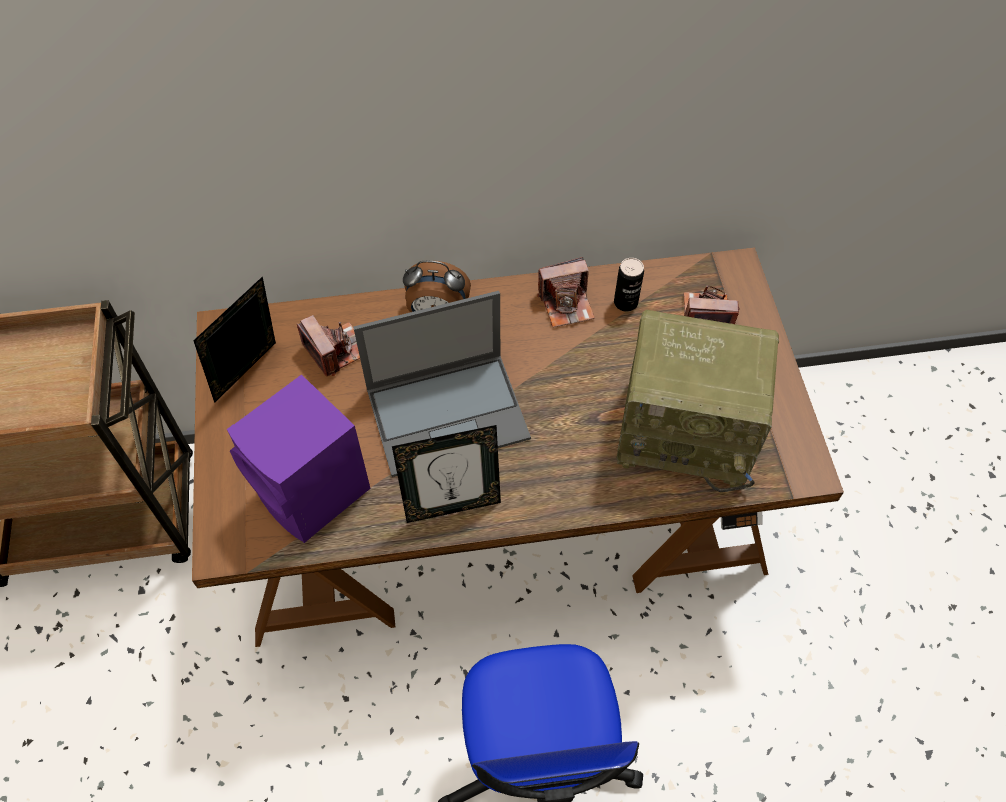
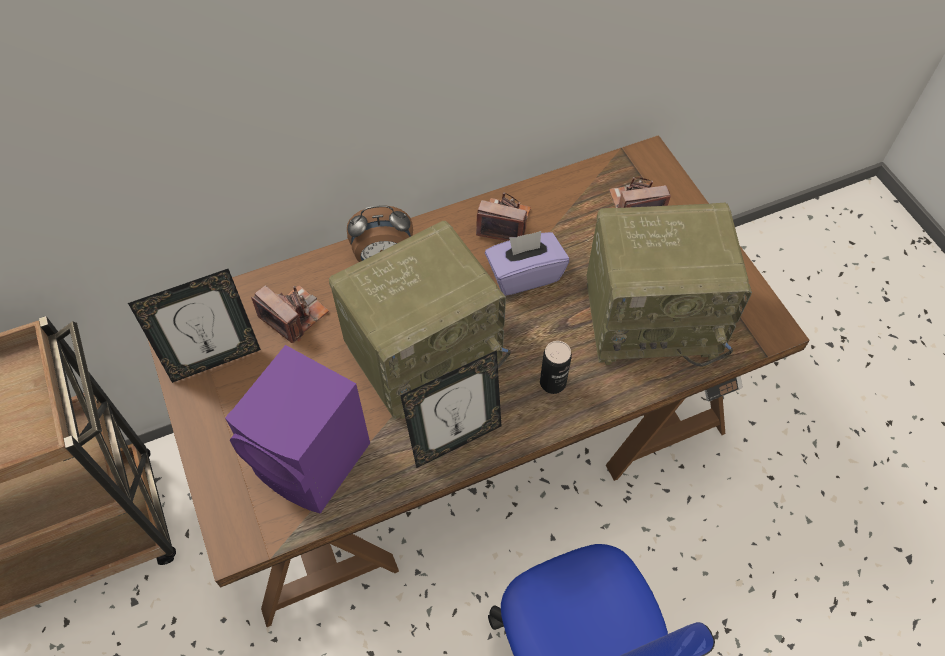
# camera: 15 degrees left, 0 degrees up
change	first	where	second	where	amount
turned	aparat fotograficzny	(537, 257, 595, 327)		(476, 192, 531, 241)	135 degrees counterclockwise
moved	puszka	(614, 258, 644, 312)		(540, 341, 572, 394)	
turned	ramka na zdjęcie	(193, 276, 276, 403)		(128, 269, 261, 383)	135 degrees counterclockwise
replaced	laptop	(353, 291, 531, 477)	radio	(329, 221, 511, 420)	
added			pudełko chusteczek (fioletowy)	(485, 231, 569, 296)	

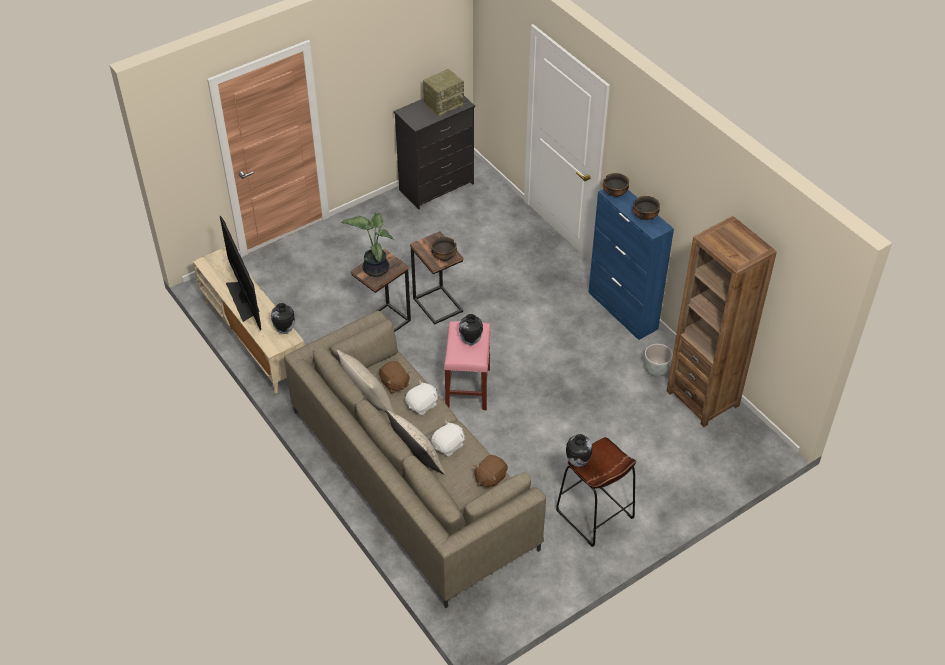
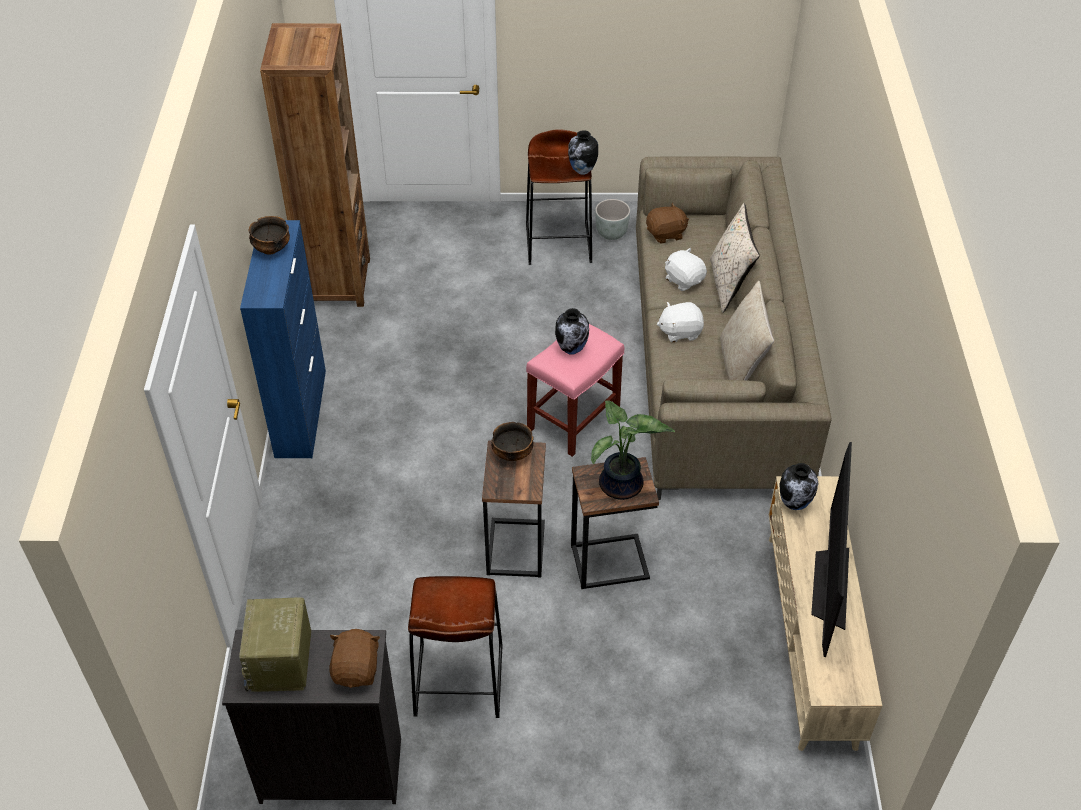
# camera: 145 degrees left, 0 degrees up
change	first	where	second	where	amount
turned	radio	(423, 69, 466, 117)		(239, 597, 311, 692)	90 degrees counterclockwise
removed	miska	(603, 173, 629, 197)			
moved	donica (szary)	(644, 344, 673, 377)		(595, 199, 630, 240)	
moved	pluszak (brązowy)	(379, 361, 410, 394)		(329, 629, 380, 688)	
turned	pluszak (biały)	(431, 421, 465, 456)		(665, 248, 707, 291)	60 degrees clockwise
added			stołek (brązowy)	(408, 576, 503, 718)	

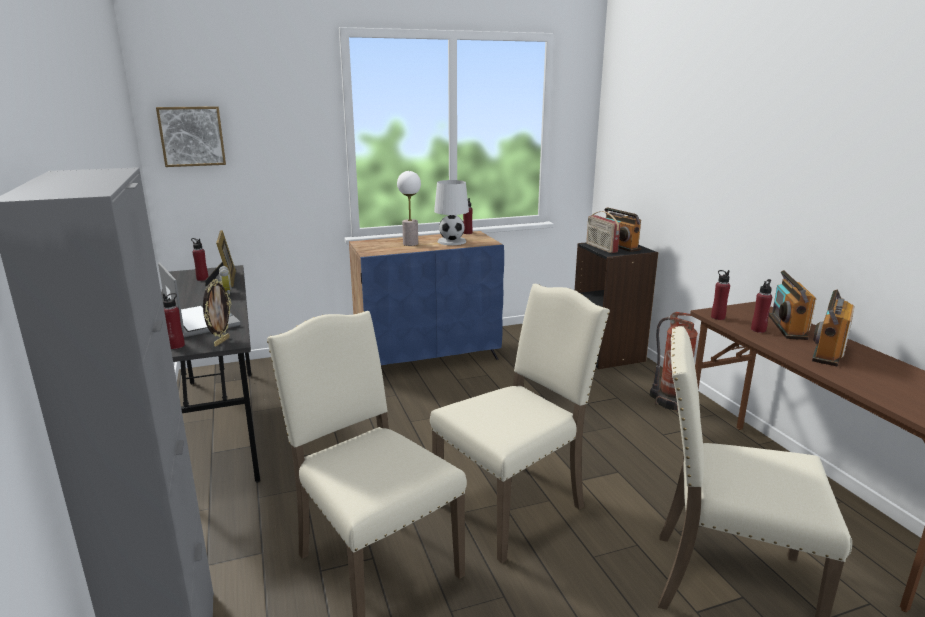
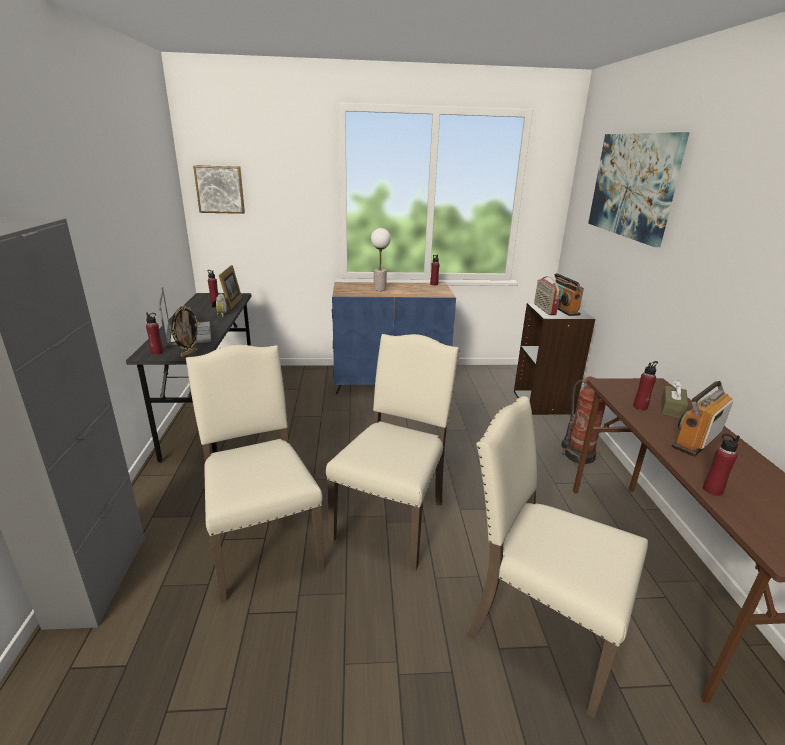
# camera: 15 degrees right, 5 degrees up
change	first	where	second	where	amount
removed	lampa stołowa (biały)	(434, 180, 469, 245)			
moved	butelka (czerwony)	(711, 270, 730, 320)		(703, 434, 740, 496)	
replaced	radio	(769, 270, 816, 340)	pudełko chusteczek (brązowy)	(661, 380, 688, 418)	
turned	krzesło (beżowy)	(430, 284, 610, 563)		(326, 334, 460, 571)	45 degrees counterclockwise
added			obraz	(588, 132, 690, 247)	

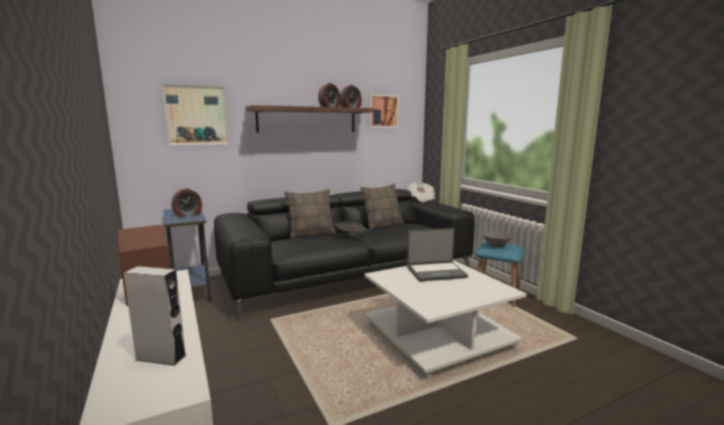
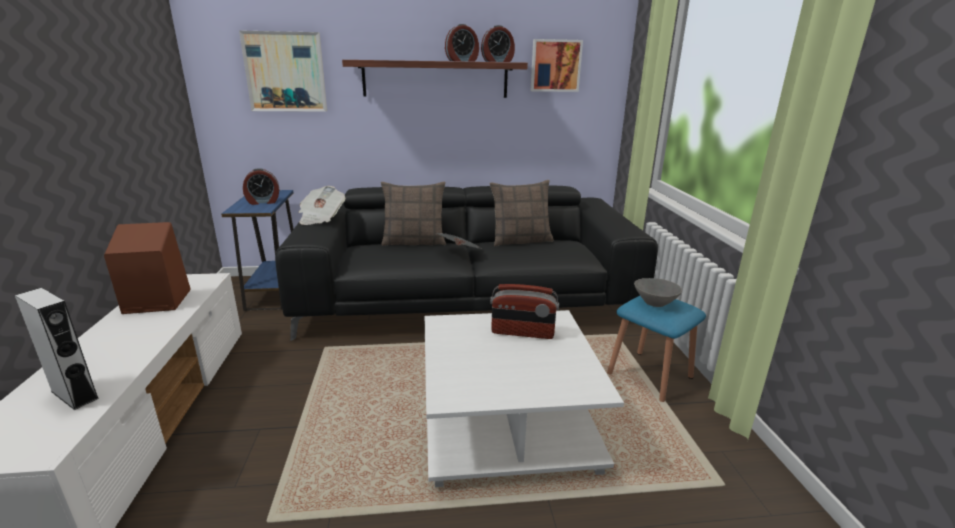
# camera: 20 degrees right, 10 degrees up
change	first	where	second	where	amount
moved	gazeta	(409, 181, 435, 202)		(299, 186, 345, 225)	
replaced	laptop	(407, 228, 468, 281)	radio	(490, 284, 559, 339)	

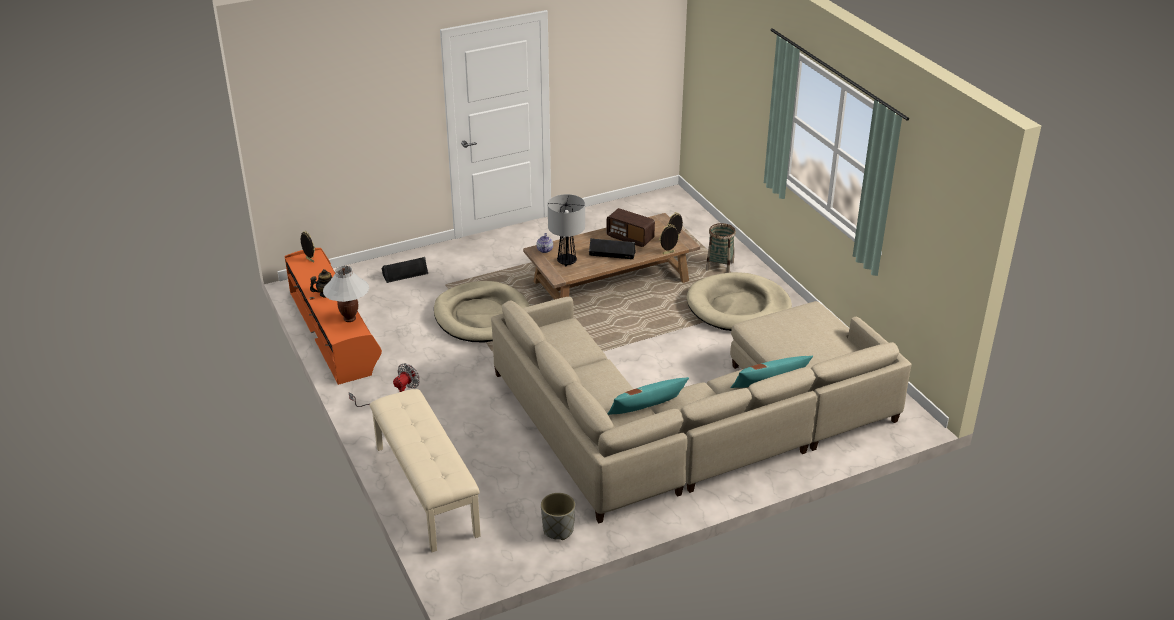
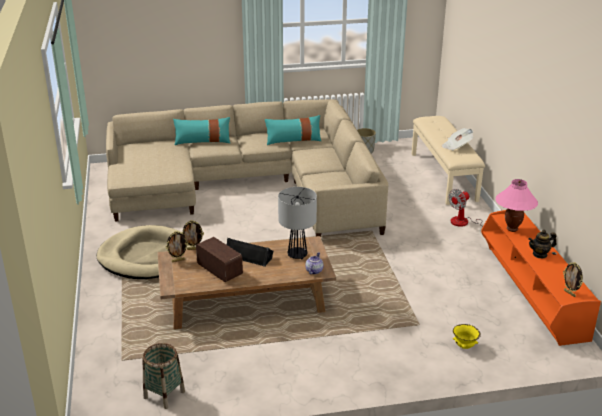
# camera: 165 degrees left, 5 degrees down
change	first	where	second	where	amount
moved	koszyk	(706, 223, 736, 273)		(143, 343, 185, 409)	
replaced	głośnik (czarny)	(381, 257, 428, 283)	miska (żółty)	(453, 324, 481, 349)	
recoloured	lampa stołowa (biały)	(323, 266, 369, 322)	lampa stołowa (różowy)	(495, 179, 538, 232)	
removed	legowisko (beżowy)	(434, 281, 530, 343)			
added			gazeta	(441, 128, 474, 151)	

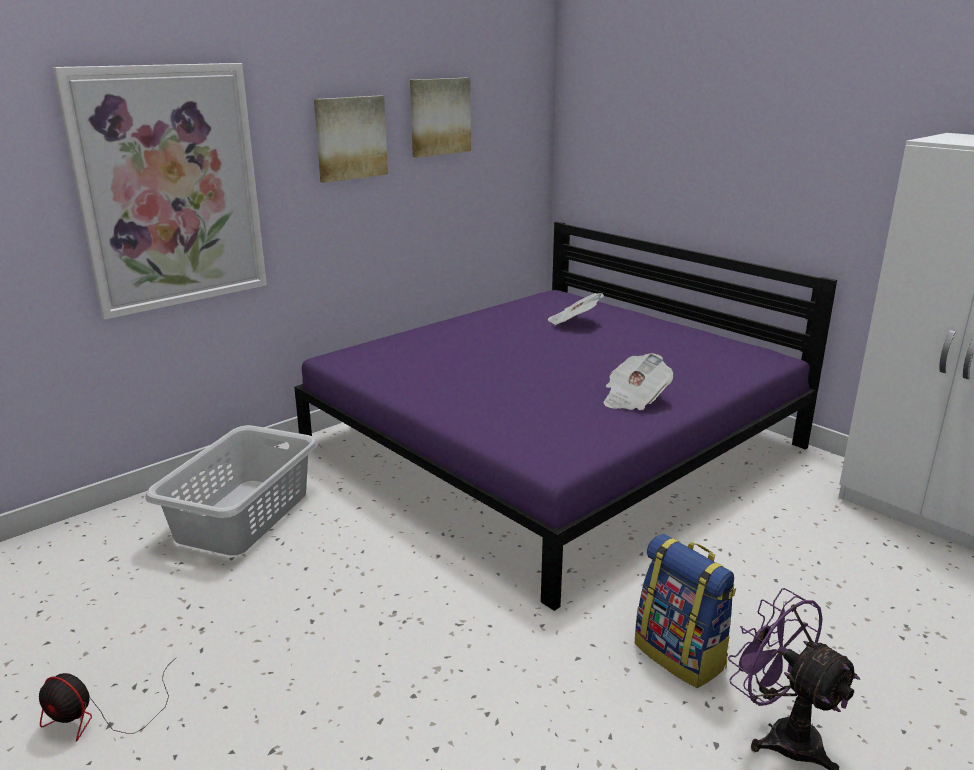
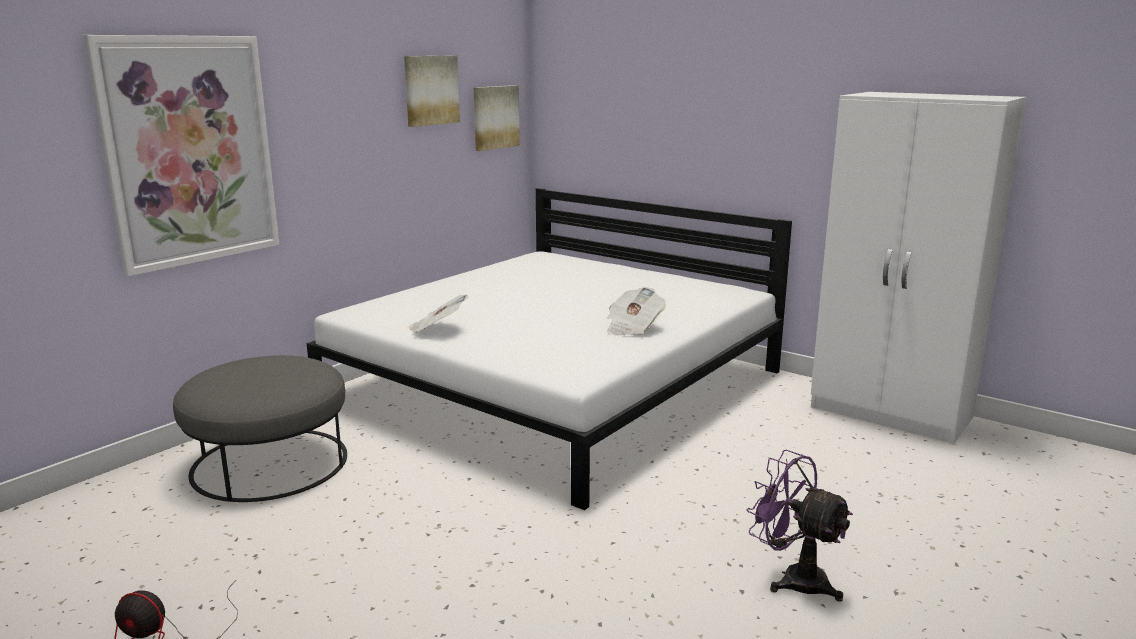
# camera: 10 degrees left, 5 degrees down
change	first	where	second	where	amount
moved	obraz	(314, 95, 388, 183)		(474, 85, 520, 151)	
recoloured	łóżko (fioletowy)	(294, 222, 837, 611)	łóżko (biały)	(306, 188, 792, 510)	
moved	gazeta	(548, 293, 604, 325)		(409, 295, 468, 334)	
replaced	kosz na pranie (szary)	(145, 425, 318, 556)	pufa (szary)	(173, 355, 347, 502)	
removed	plecak	(634, 534, 736, 688)			

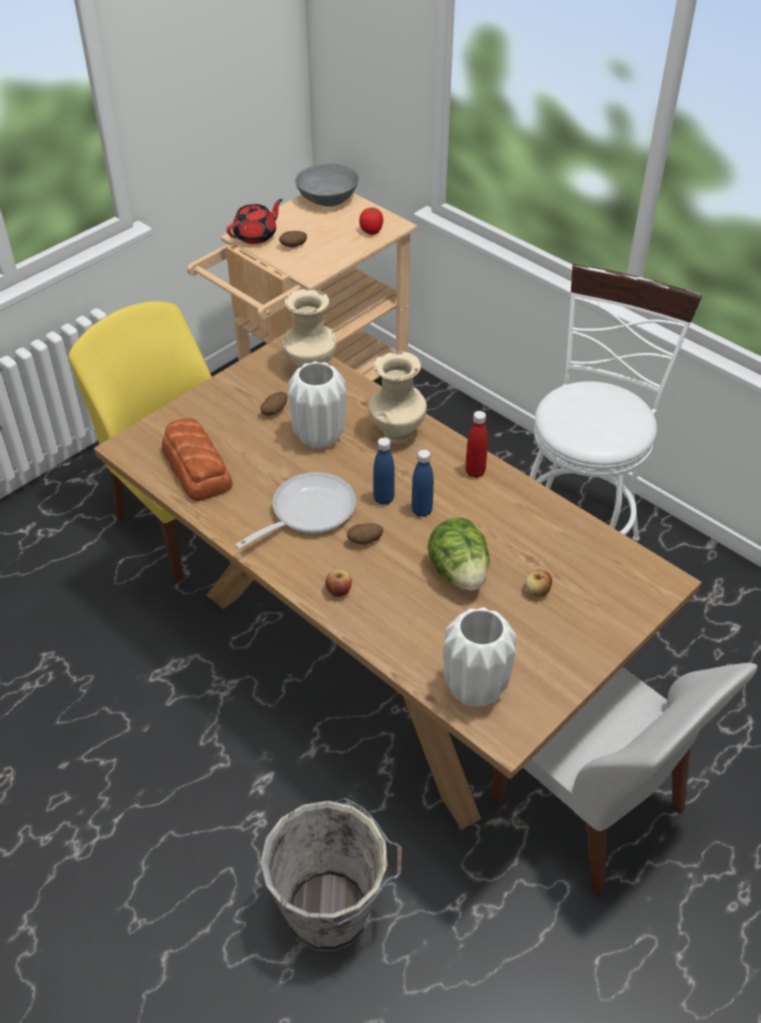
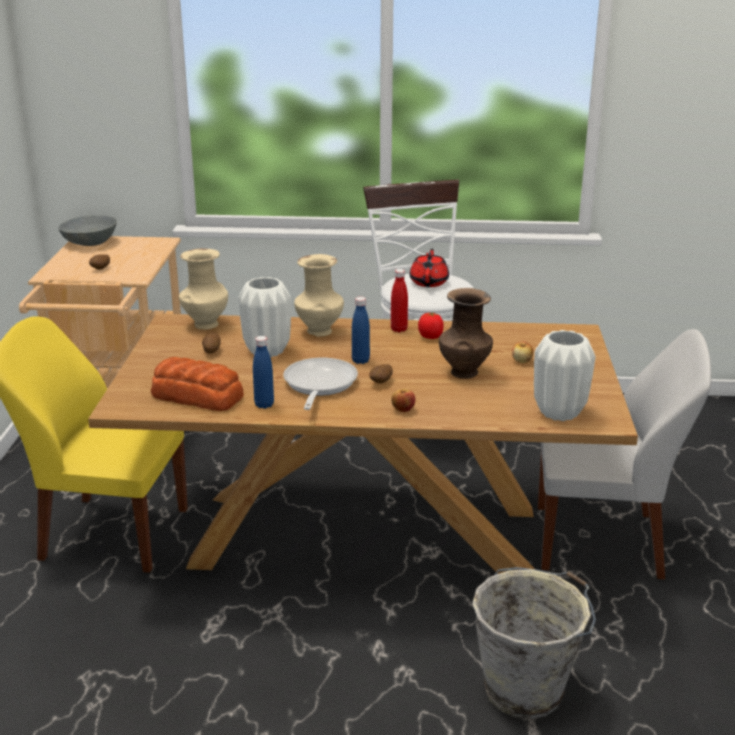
# camera: 40 degrees left, 20 degrees down
change	first	where	second	where	amount
moved	imbryk (czerwony)	(227, 199, 283, 244)		(410, 249, 449, 287)	
moved	pomidor	(359, 208, 383, 235)		(418, 312, 444, 339)	
moved	butelka (niebieski)	(411, 449, 434, 517)		(253, 336, 274, 409)	
replaced	sałata	(428, 518, 490, 591)	wazon (brązowy)	(439, 288, 493, 379)	

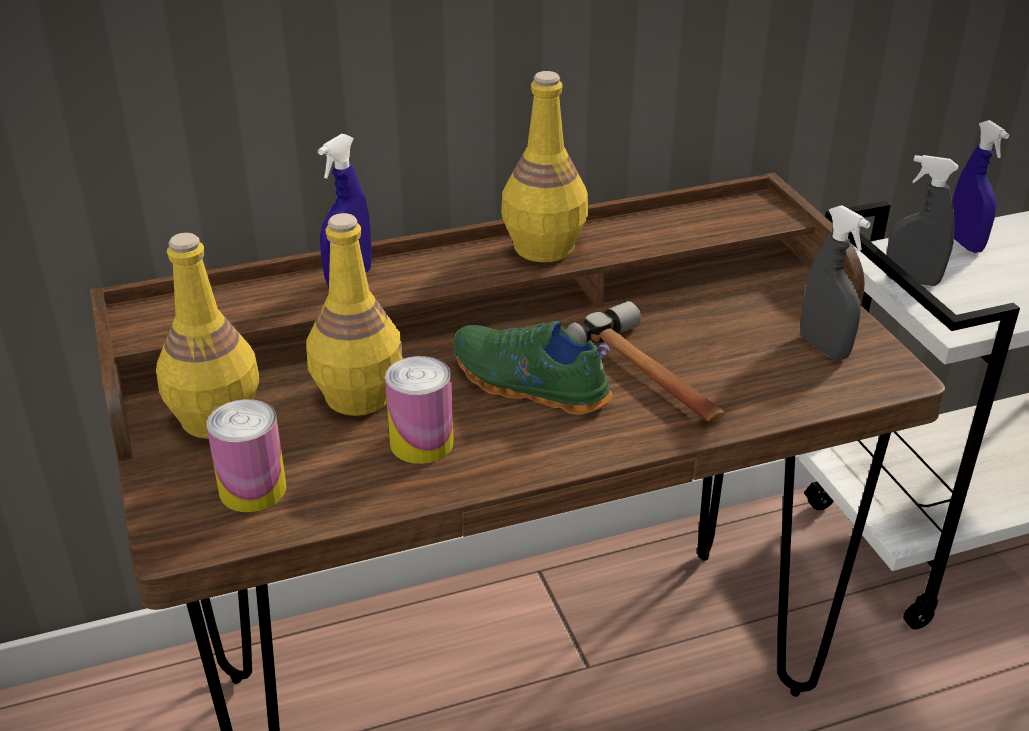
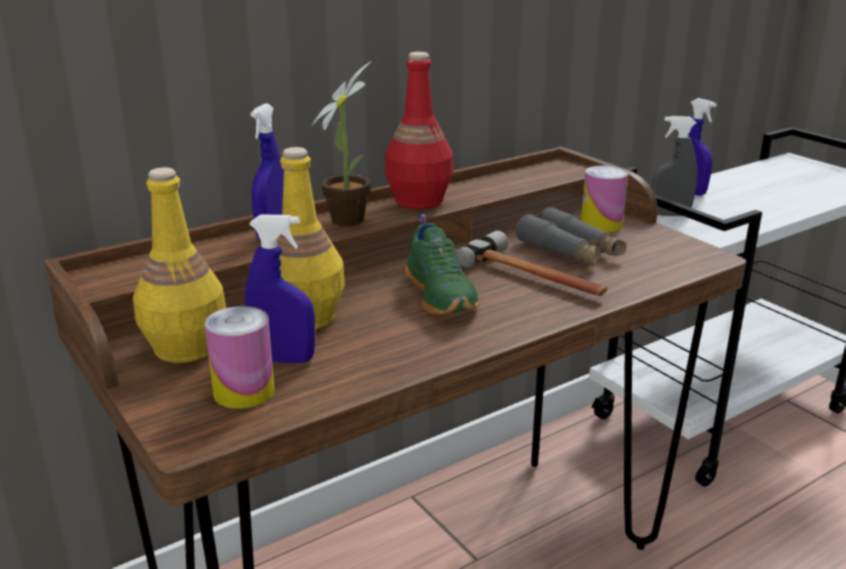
# camera: 15 degrees left, 10 degrees down
change	first	where	second	where	amount
recoloured	butelka (żółty)	(501, 71, 588, 263)	butelka (czerwony)	(385, 52, 454, 209)	
removed	spryskiwacz (szary)	(800, 205, 871, 360)			
turned	but (zielony)	(454, 321, 612, 415)		(406, 214, 479, 314)	120 degrees counterclockwise
moved	puszka	(385, 356, 454, 464)		(581, 166, 628, 233)	
added			roślina doniczkowa	(311, 61, 371, 226)	
added			lornetka (szary)	(516, 207, 627, 265)	
added			spryskiwacz (niebieski)	(245, 214, 315, 364)	

